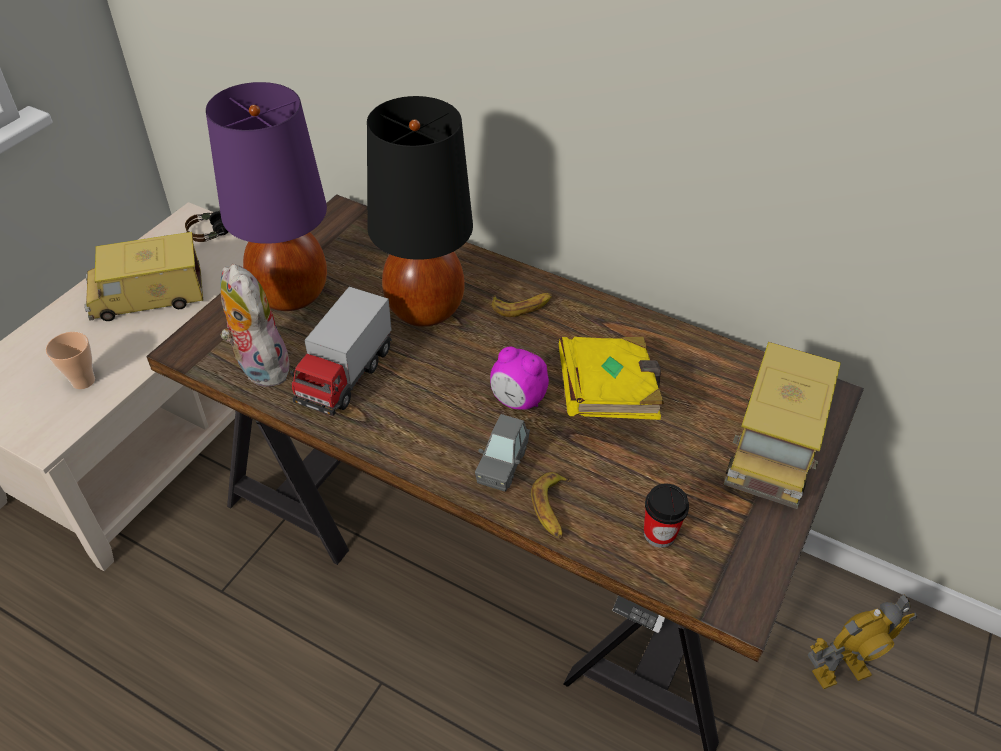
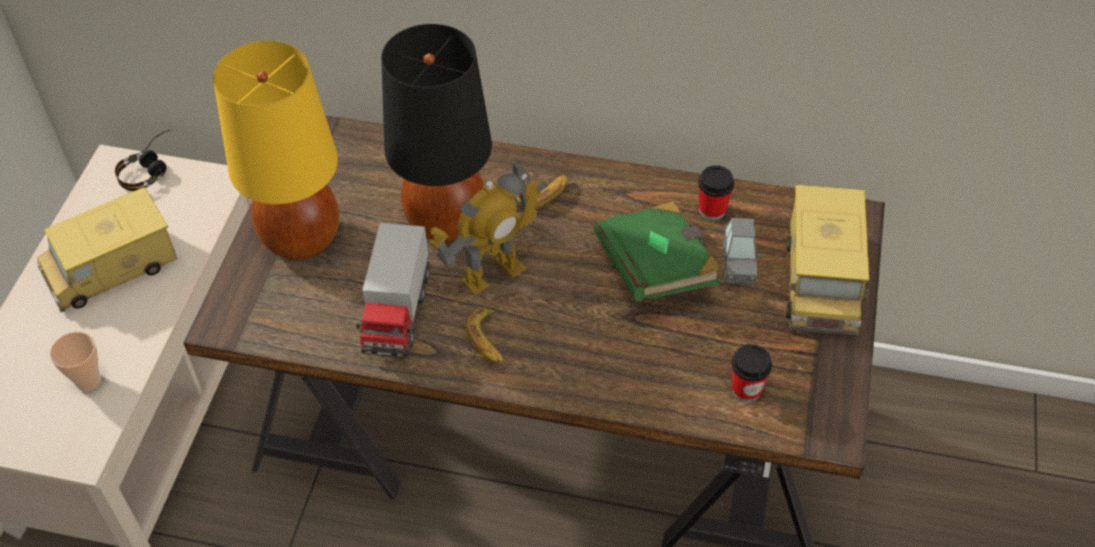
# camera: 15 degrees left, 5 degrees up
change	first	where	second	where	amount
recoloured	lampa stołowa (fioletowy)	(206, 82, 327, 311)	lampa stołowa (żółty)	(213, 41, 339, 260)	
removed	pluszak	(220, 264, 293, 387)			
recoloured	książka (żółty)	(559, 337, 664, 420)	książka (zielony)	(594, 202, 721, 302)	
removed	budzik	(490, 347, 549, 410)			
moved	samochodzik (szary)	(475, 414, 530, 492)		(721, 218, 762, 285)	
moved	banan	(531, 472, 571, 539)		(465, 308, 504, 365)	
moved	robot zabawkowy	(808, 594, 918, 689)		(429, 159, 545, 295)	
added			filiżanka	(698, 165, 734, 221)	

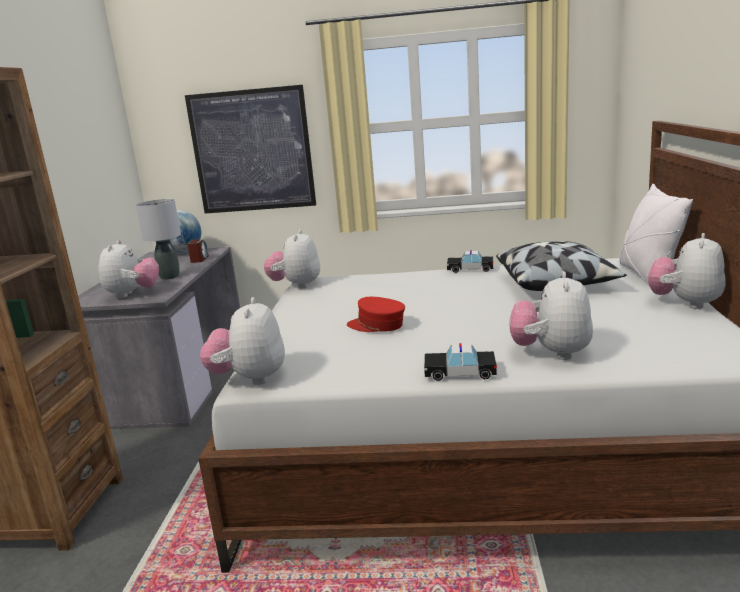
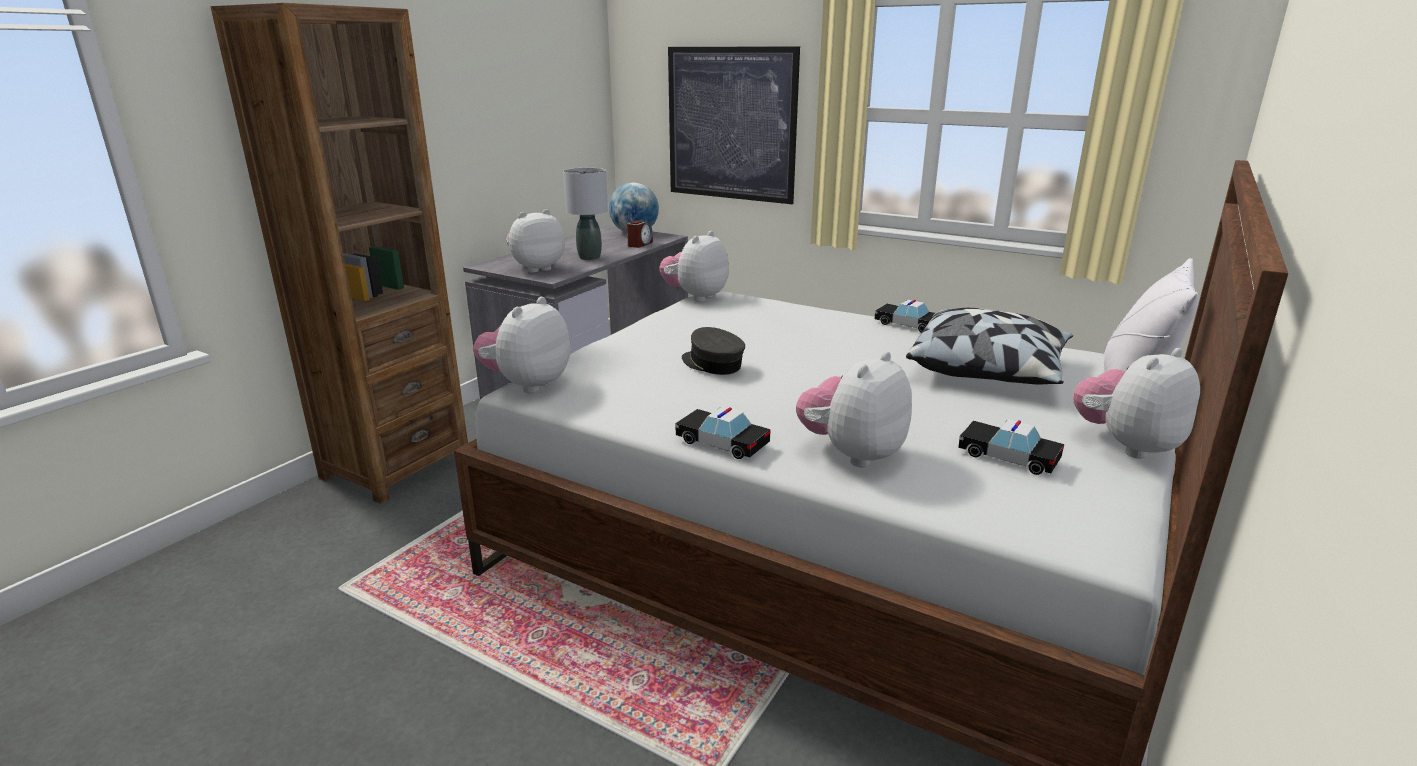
# camera: 25 degrees right, 5 degrees up
change	first	where	second	where	amount
turned	pluszak	(99, 240, 159, 299)		(506, 209, 565, 273)	150 degrees counterclockwise
recoloured	czapka z daszkiem (czerwony)	(347, 297, 405, 332)	czapka z daszkiem (szary)	(682, 327, 745, 375)	
added			samochodzik	(958, 419, 1064, 475)	

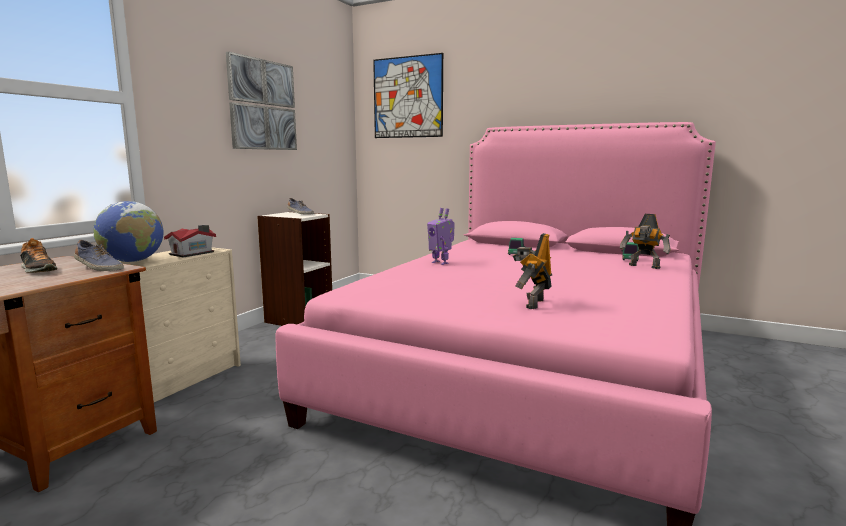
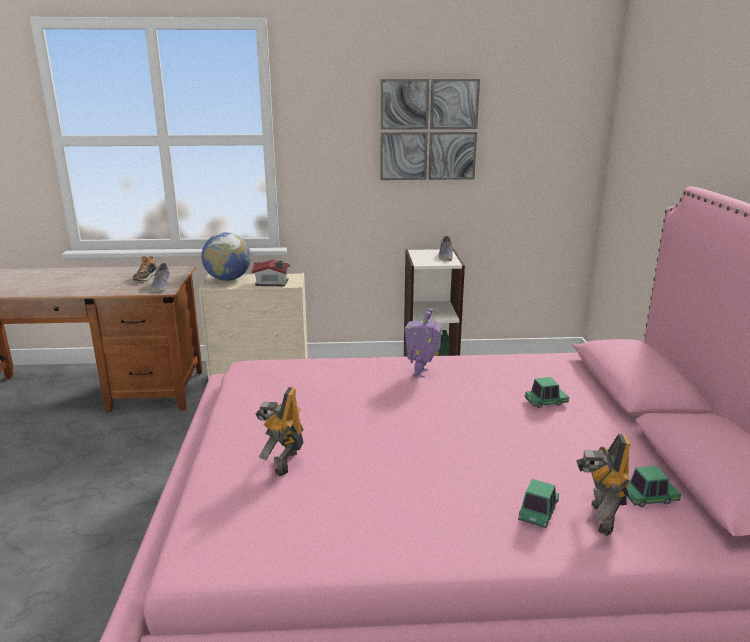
# camera: 60 degrees right, 10 degrees up
change	first	where	second	where	amount
removed	obraz	(373, 53, 443, 138)			
turned	robot zabawkowy	(513, 233, 552, 309)		(255, 387, 304, 476)	75 degrees counterclockwise
added			samochodzik	(518, 479, 559, 528)	

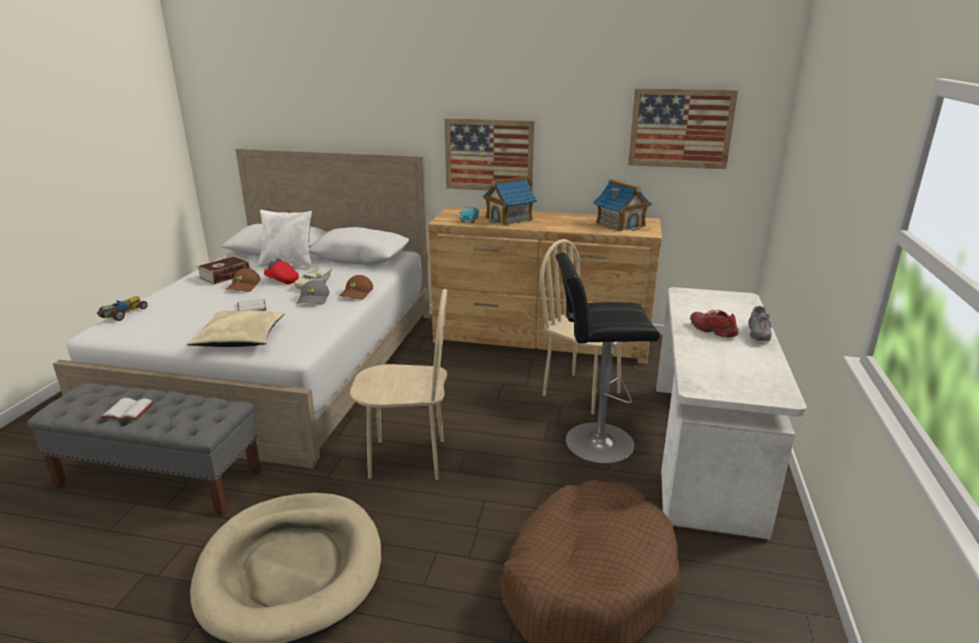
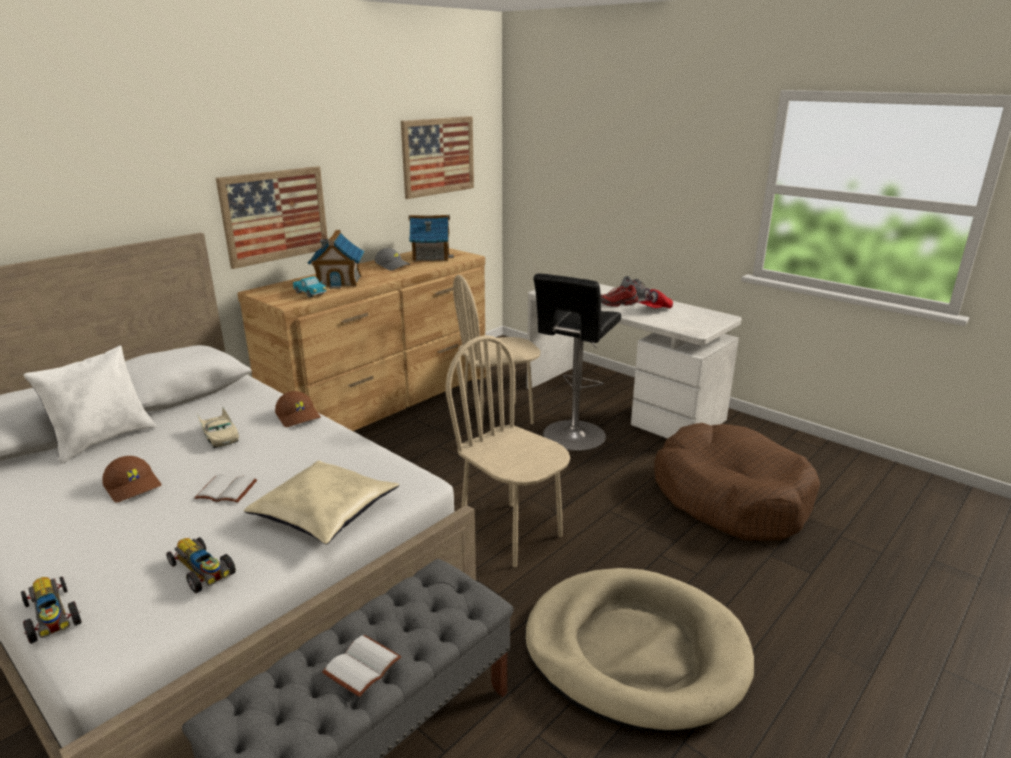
# camera: 60 degrees left, 0 degrees up
change	first	where	second	where	amount
removed	książka	(196, 256, 251, 285)			
moved	czapka z daszkiem (czerwony)	(264, 258, 299, 284)		(638, 288, 673, 308)	
moved	czapka z daszkiem (szary)	(297, 280, 329, 304)		(375, 248, 410, 271)	
turned	krzesło (beżowy)	(350, 289, 447, 480)		(446, 335, 570, 567)	75 degrees counterclockwise
added			samochodzik	(166, 537, 236, 593)	

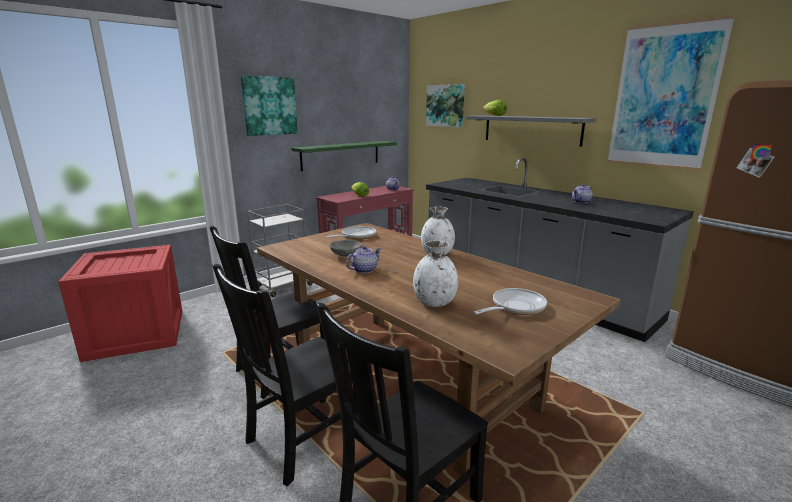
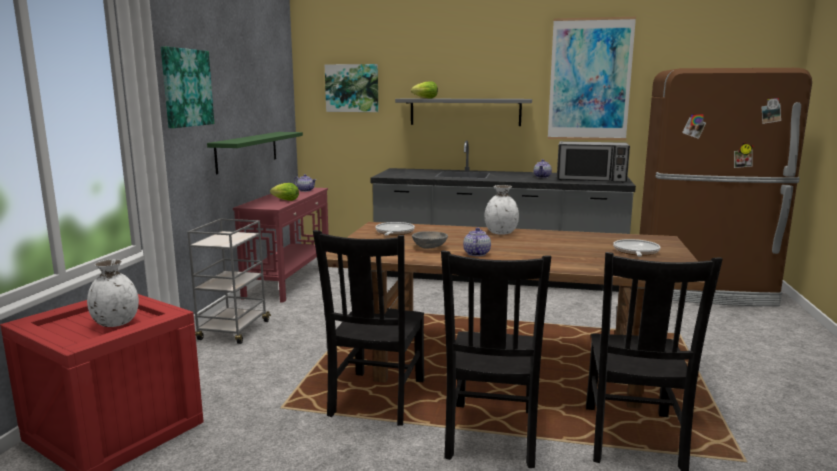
# camera: 35 degrees left, 5 degrees down
change	first	where	second	where	amount
moved	wazon (biały)	(413, 241, 458, 307)		(87, 259, 139, 327)	
added			mikrofalówka	(557, 141, 630, 182)	

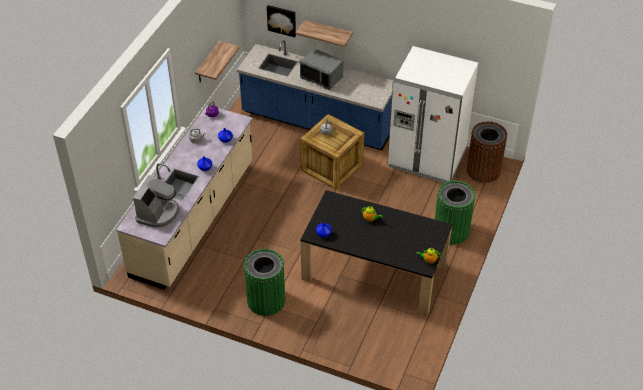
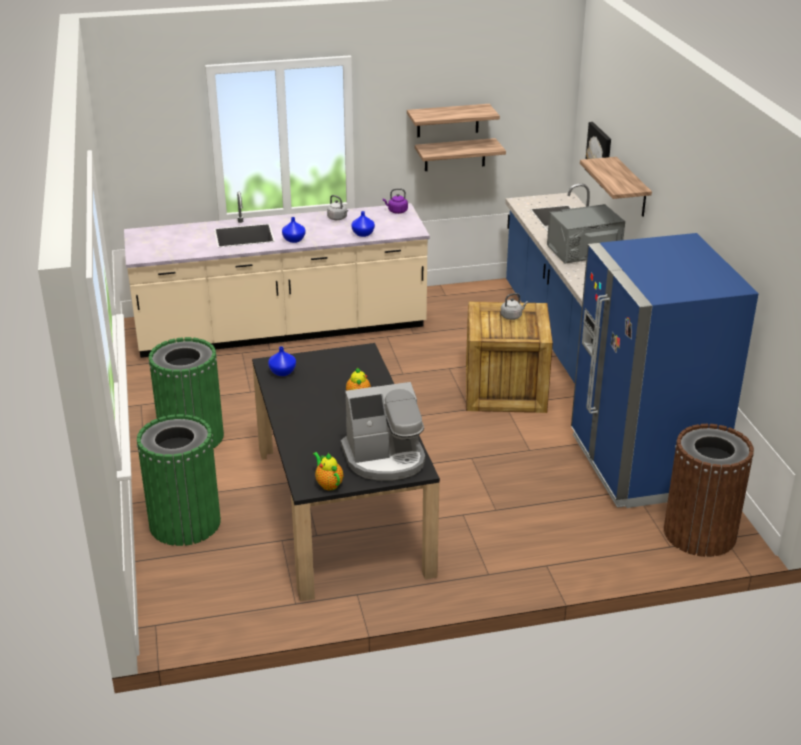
# camera: 55 degrees right, 15 degrees down
change	first	where	second	where	amount
recoloured	lodówka (biały)	(388, 46, 478, 183)	lodówka (niebieski)	(571, 233, 758, 508)	
turned	mikrofalówka (szary)	(300, 48, 343, 90)		(547, 204, 625, 264)	75 degrees clockwise
moved	ekspres do kawy	(133, 175, 179, 228)		(341, 382, 425, 480)	
moved	kosz na śmieci (zielony)	(435, 180, 475, 245)		(137, 414, 221, 546)	
added			półka	(407, 104, 500, 137)	

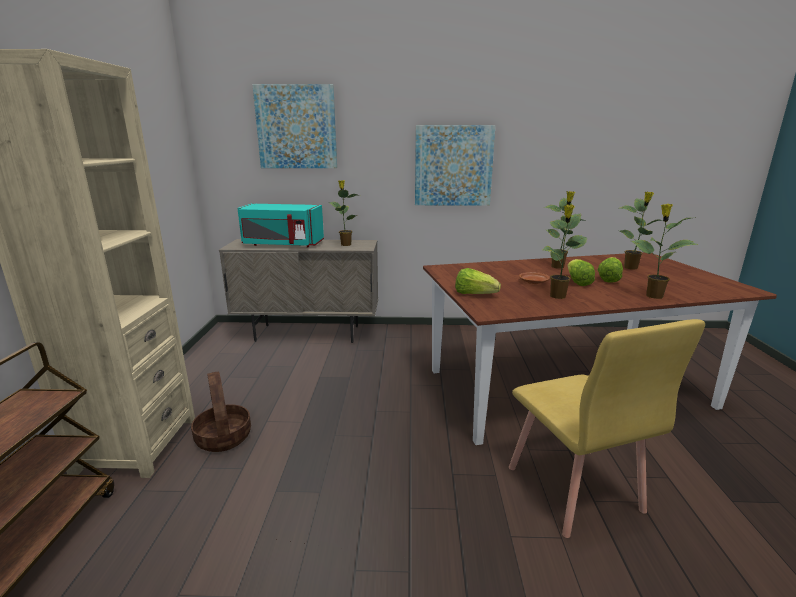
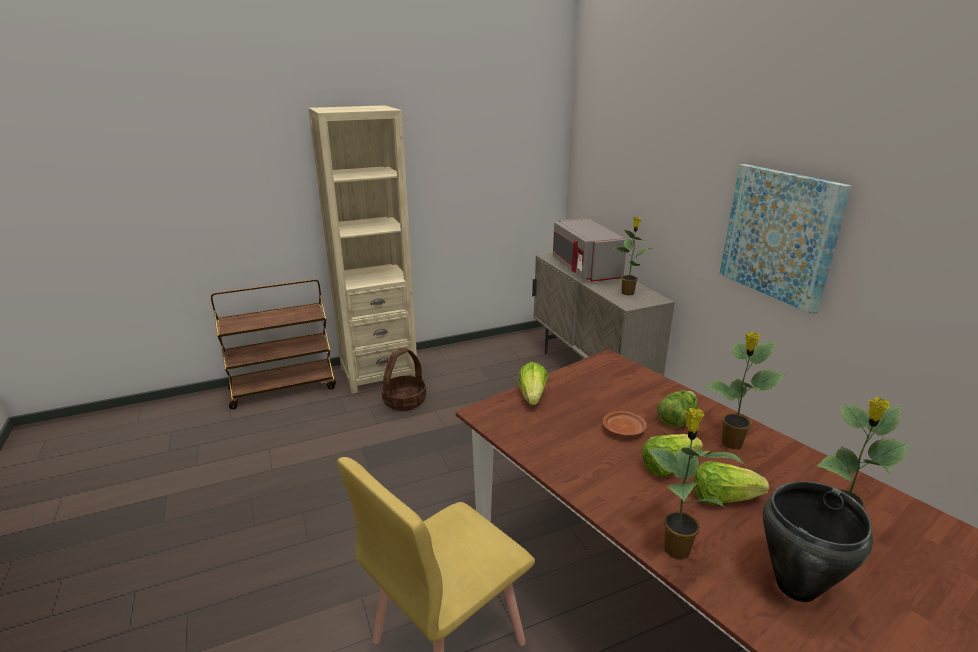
# camera: 65 degrees right, 5 degrees up
change	first	where	second	where	amount
removed	obraz	(252, 84, 337, 168)			
recoloured	mikrofalówka (turkusowy)	(237, 204, 324, 247)	mikrofalówka (szary)	(553, 218, 626, 282)	
removed	roślina doniczkowa	(542, 205, 587, 299)			
added			sałata	(657, 391, 698, 428)	
added			garnek (czarny)	(763, 481, 873, 602)	

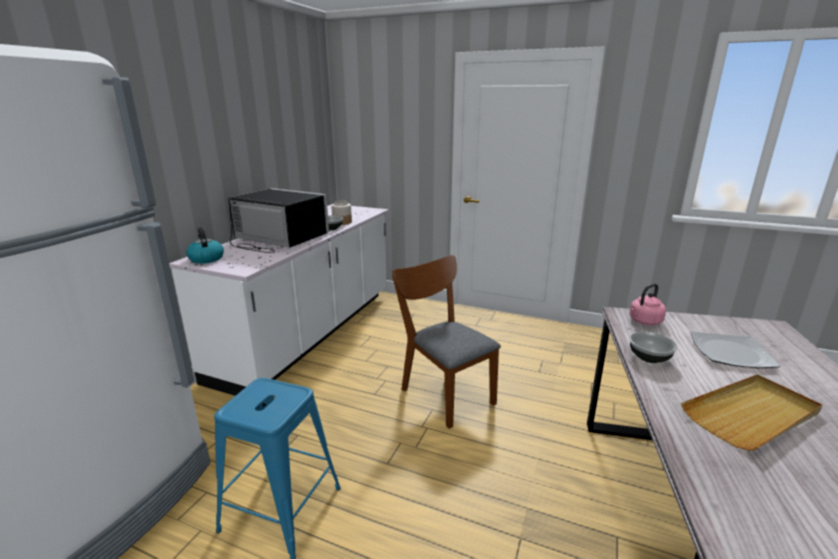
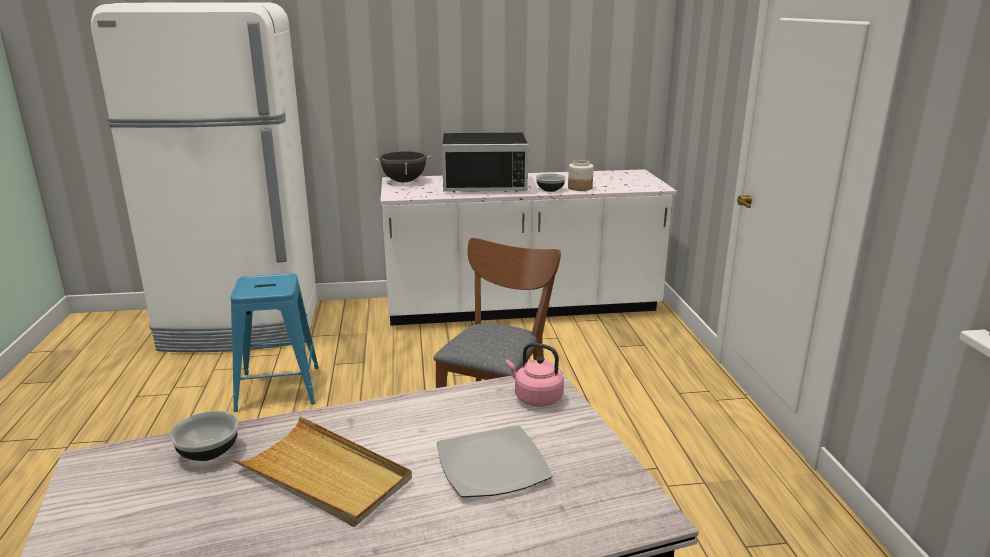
# camera: 60 degrees right, 0 degrees up
change	first	where	second	where	amount
turned	mikrofalówka (czarny)	(228, 188, 329, 253)		(442, 133, 528, 192)	90 degrees clockwise
replaced	czajnik	(186, 227, 224, 264)	garnek (czarny)	(374, 151, 432, 182)	
moved	miska	(629, 331, 677, 363)		(169, 411, 239, 461)	

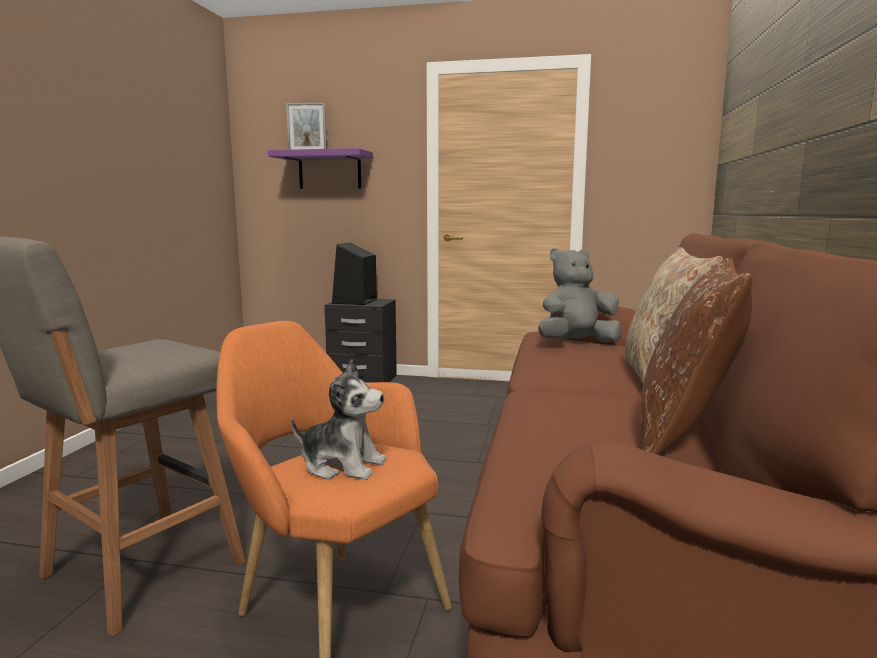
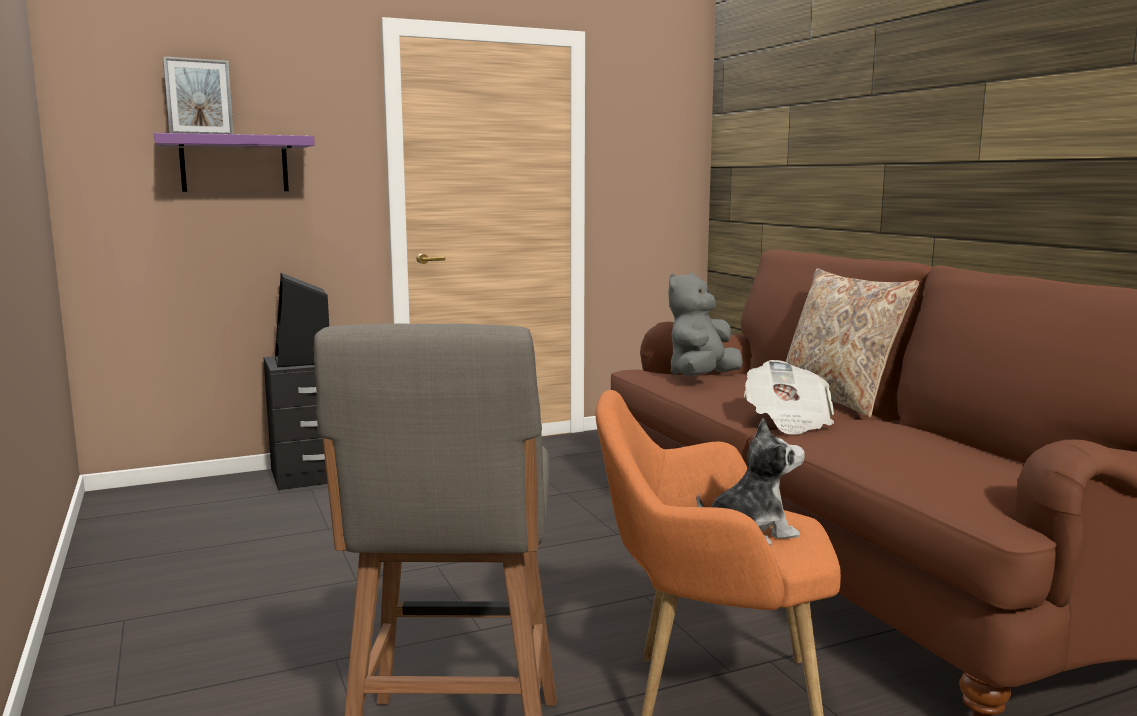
# camera: 35 degrees left, 0 degrees up
change	first	where	second	where	amount
removed	poduszka (brązowy)	(641, 257, 753, 455)			
added			gazeta	(744, 360, 834, 435)	

